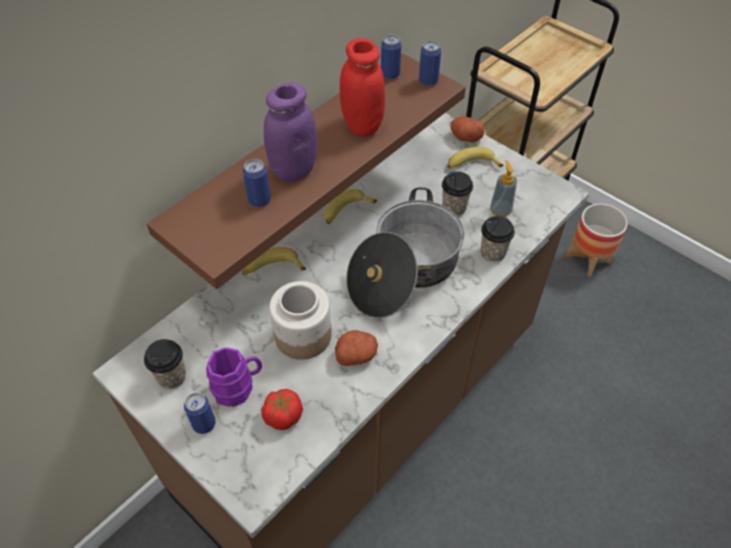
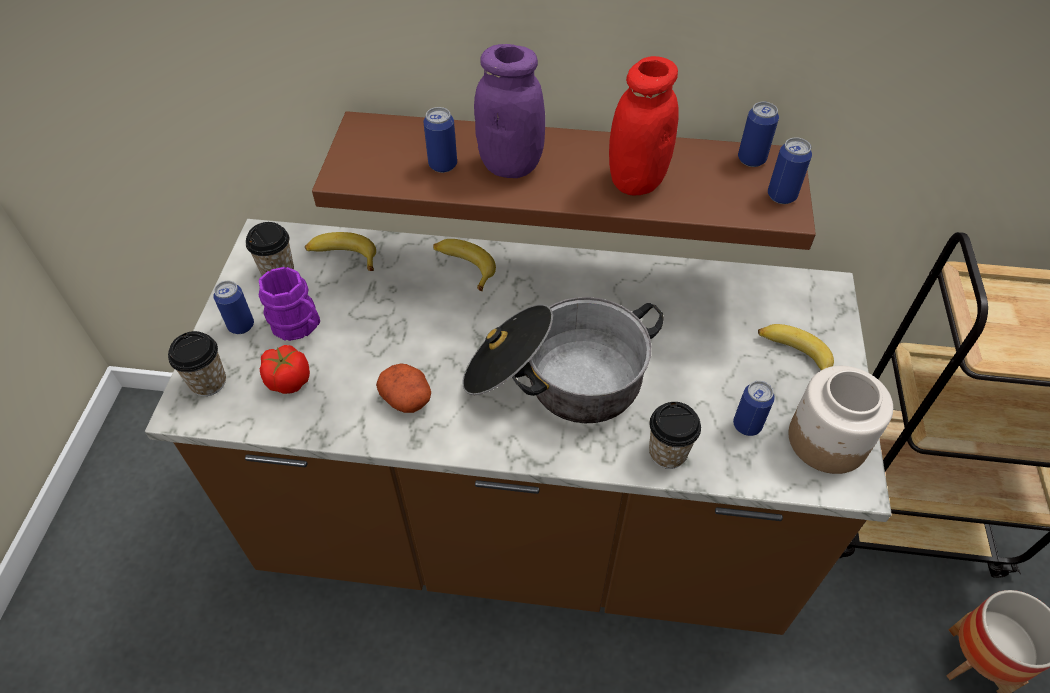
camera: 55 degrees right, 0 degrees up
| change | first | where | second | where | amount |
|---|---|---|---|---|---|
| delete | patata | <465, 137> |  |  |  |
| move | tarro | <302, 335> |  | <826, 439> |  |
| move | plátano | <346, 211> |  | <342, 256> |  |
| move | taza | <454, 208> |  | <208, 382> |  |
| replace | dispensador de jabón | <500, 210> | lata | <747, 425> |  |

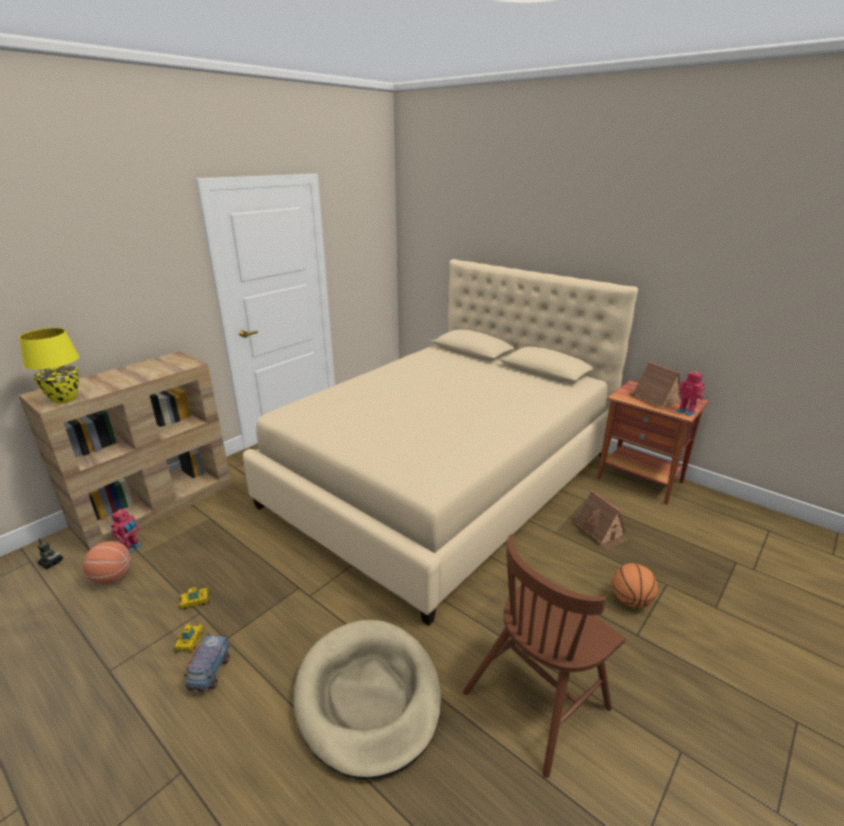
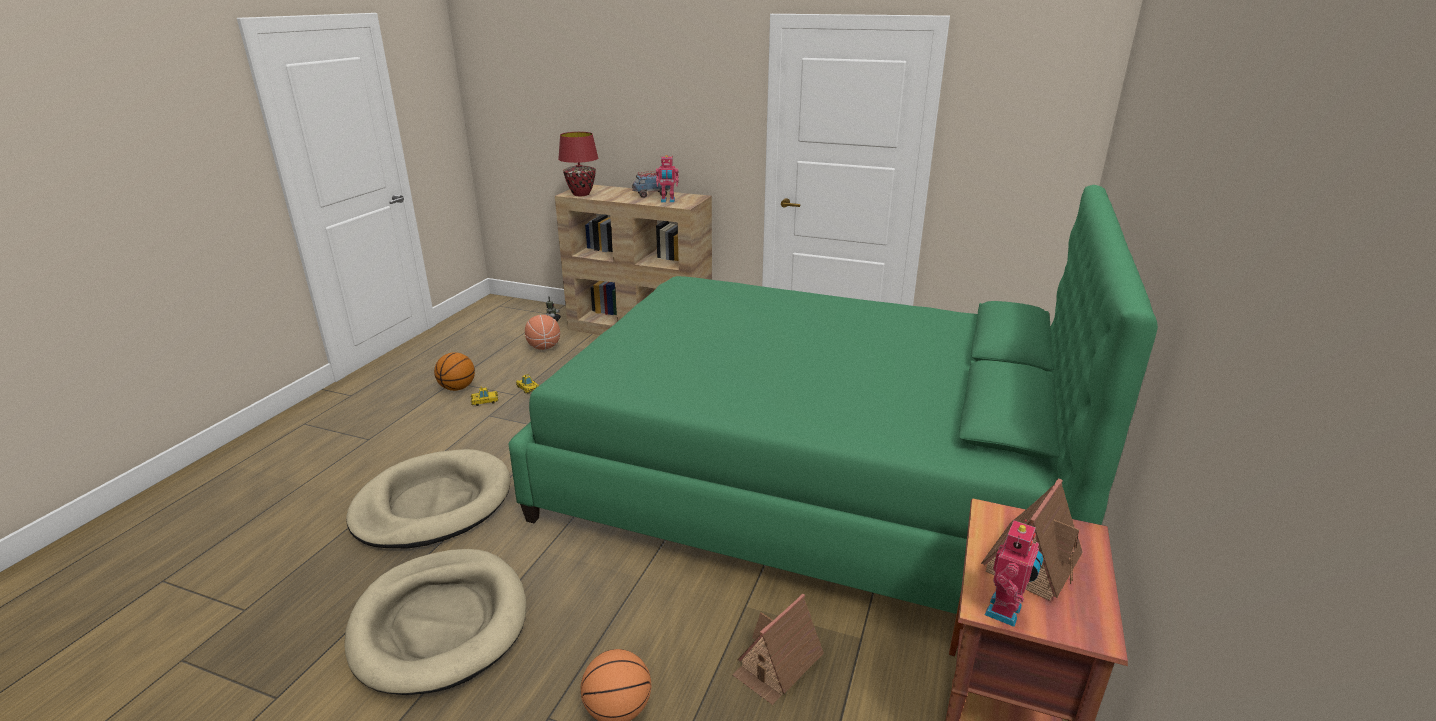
camera: 70 degrees right, 0 degrees up
| change | first | where | second | where | amount |
|---|---|---|---|---|---|
| insert |  |  | balón de baloncesto | <458, 388> |  |
| move | robot de juguete | <131, 548> |  | <668, 201> |  |
| move | camión de juguete | <210, 673> |  | <652, 195> |  |
| replace | silla/marrón | <541, 694> | cama para perro/beis | <440, 623> |  |
| recolor | lámpara de mesa/amarillo | <65, 399> | lámpara de mesa/rojo | <581, 194> |  |
| recolor | cama/beis | <445, 479> | cama/verde | <808, 478> |  |

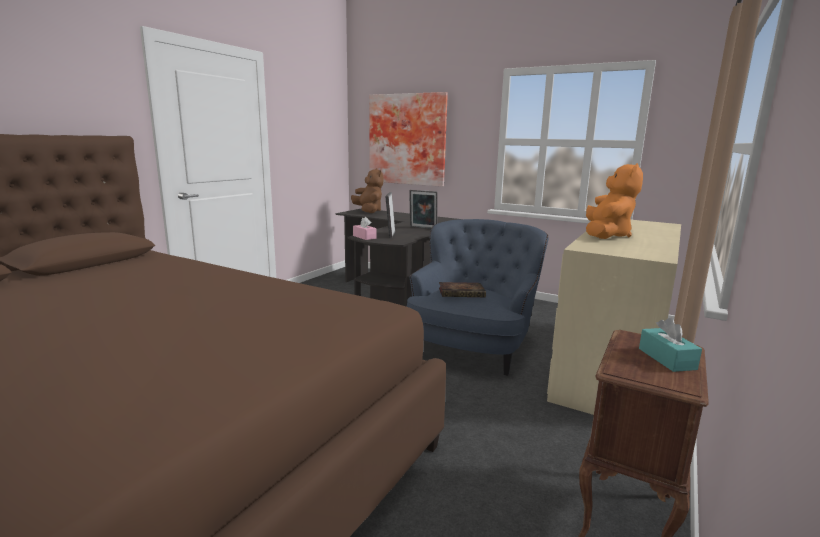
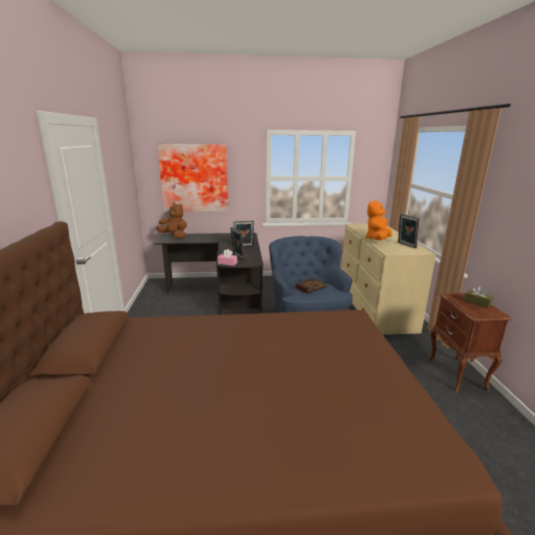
camera: 35 degrees left, 5 degrees up
| change | first | where | second | where | amount |
|---|---|---|---|---|---|
| insert |  |  | portarretratos | <405, 245> |  |
| recolor | caja de pañuelos/turquesa | <667, 359> | caja de pañuelos/marrón | <477, 303> |  |
| rotate | peluche/naranja | <606, 235> |  | <377, 239> | 135 degrees counterclockwise |

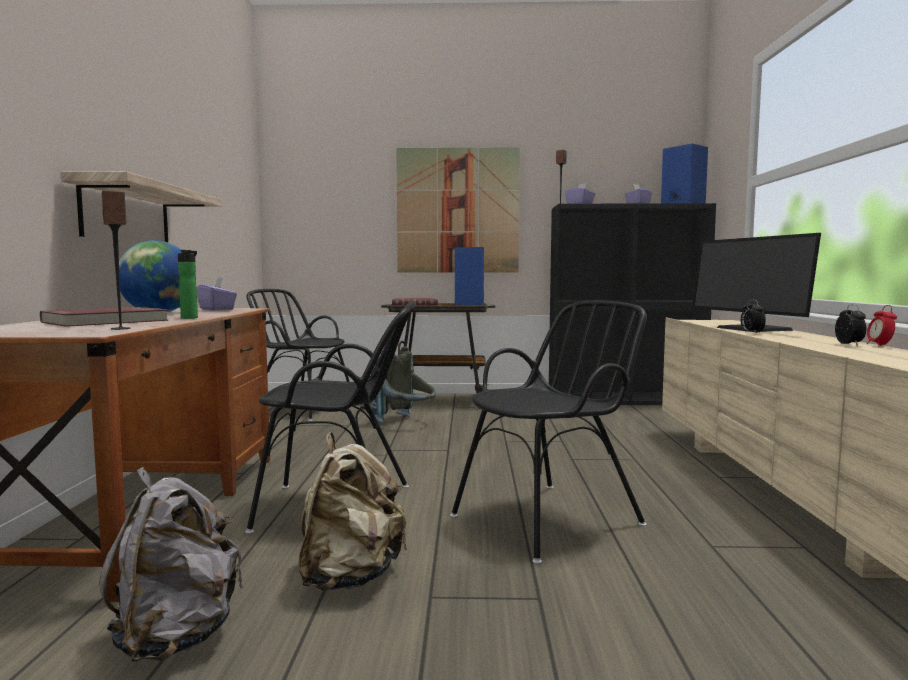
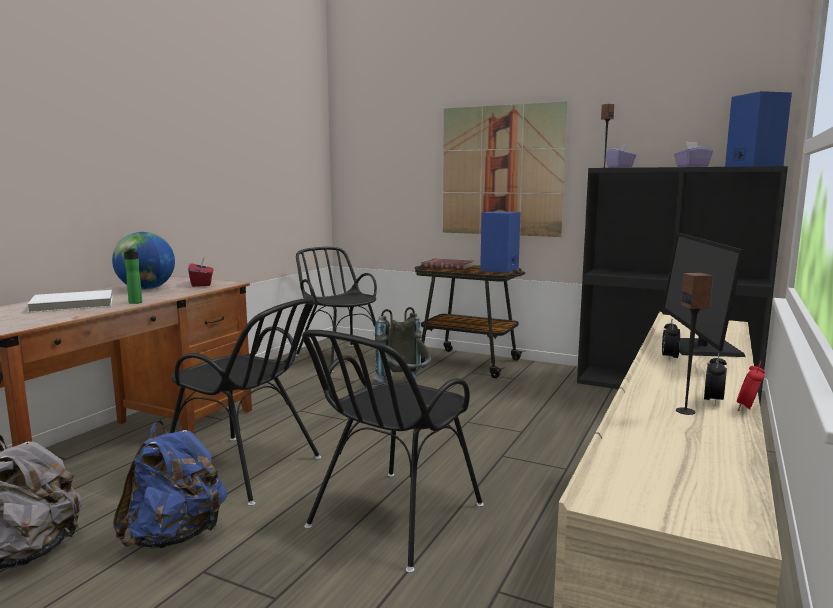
camera: 25 degrees right, 5 degrees up
| change | first | where | second | where | amount |
|---|---|---|---|---|---|
| delete | estante | <127, 214> |  |  |  |
| move | altavoz | <121, 328> |  | <685, 411> |  |
| recolor | libro/rojo | <106, 321> | libro/blanco | <72, 305> |  |
| recolor | caja de pañuelos/morado | <217, 309> | caja de pañuelos/rojo | <202, 284> |  |
| recolor | mochila/beis | <350, 576> | mochila/azul | <175, 536> |  |
| rotate | silla/negro | <551, 517> |  | <393, 519> | 135 degrees clockwise |

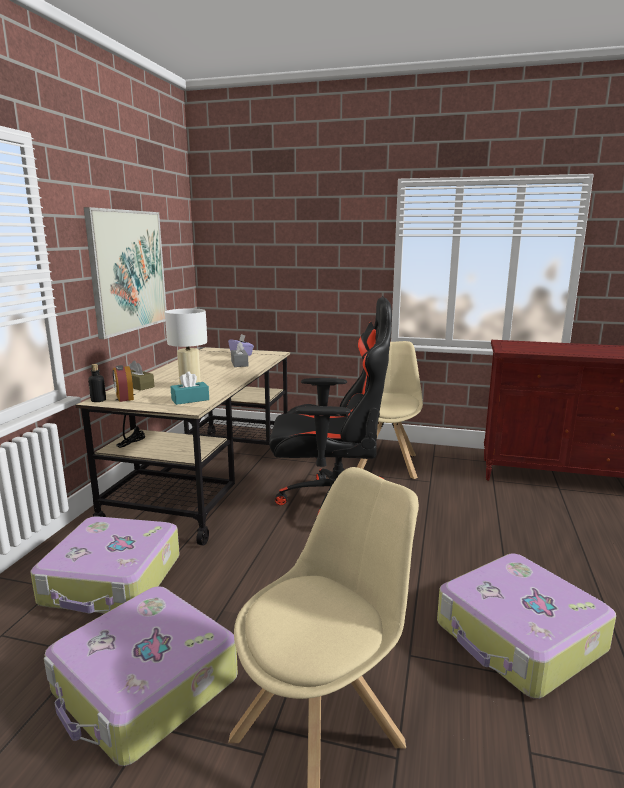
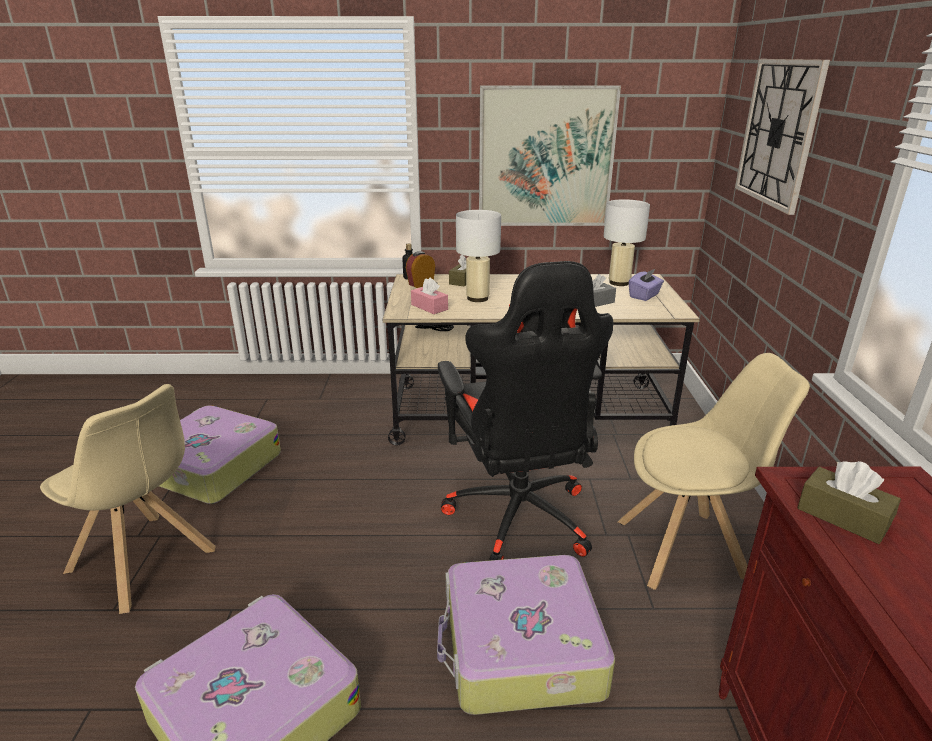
camera: 75 degrees right, 10 degrees up
| change | first | where | second | where | amount |
|---|---|---|---|---|---|
| insert |  |  | lámpara de mesa/blanco | <619, 283> |  |
| insert |  |  | reloj de pared | <778, 133> |  |
| insert |  |  | caja de pañuelos/marrón | <843, 516> |  |
| move | maleta | <113, 580> |  | <520, 648> |  |
| recolor | caja de pañuelos/turquesa | <190, 400> | caja de pañuelos/rosa | <429, 307> |  |

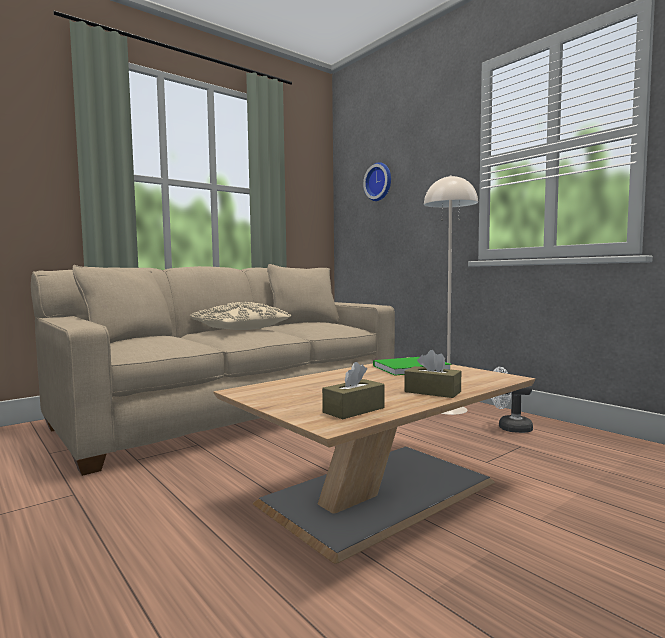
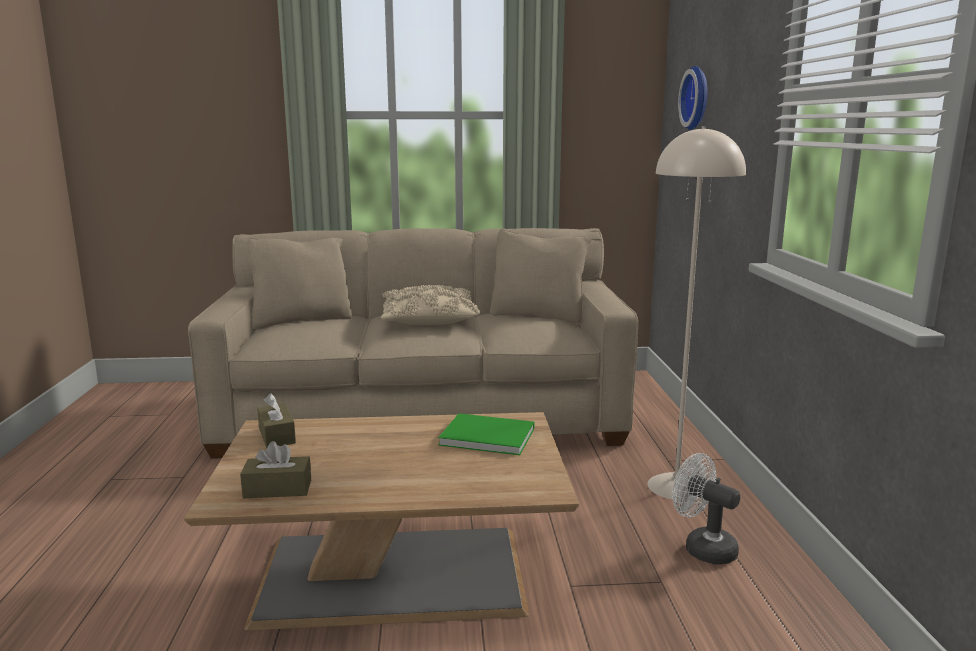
camera: 35 degrees right, 10 degrees up
| change | first | where | second | where | amount |
|---|---|---|---|---|---|
| move | caja de pañuelos/marrón | <432, 392> |  | <277, 436> |  |

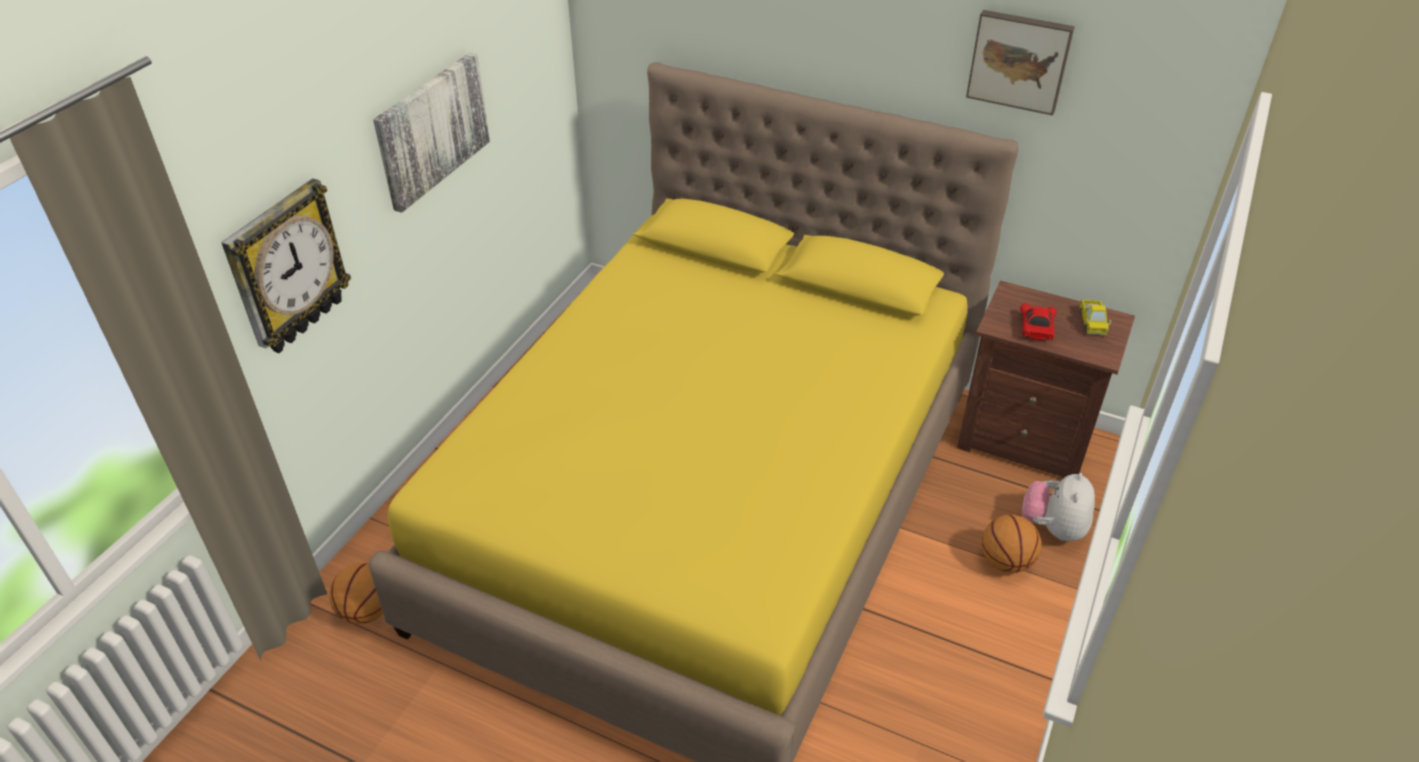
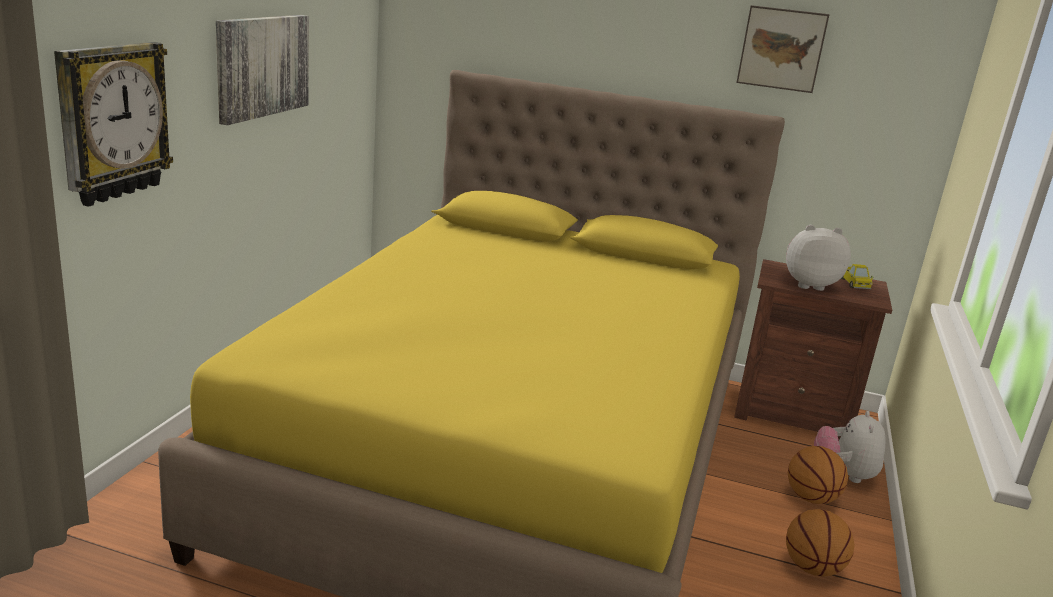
camera: 10 degrees left, 20 degrees down
| change | first | where | second | where | amount |
|---|---|---|---|---|---|
| move | balón de baloncesto | <367, 611> |  | <813, 569> |  |
| replace | coche de juguete/rojo | <1036, 329> | peluche | <808, 284> |  |

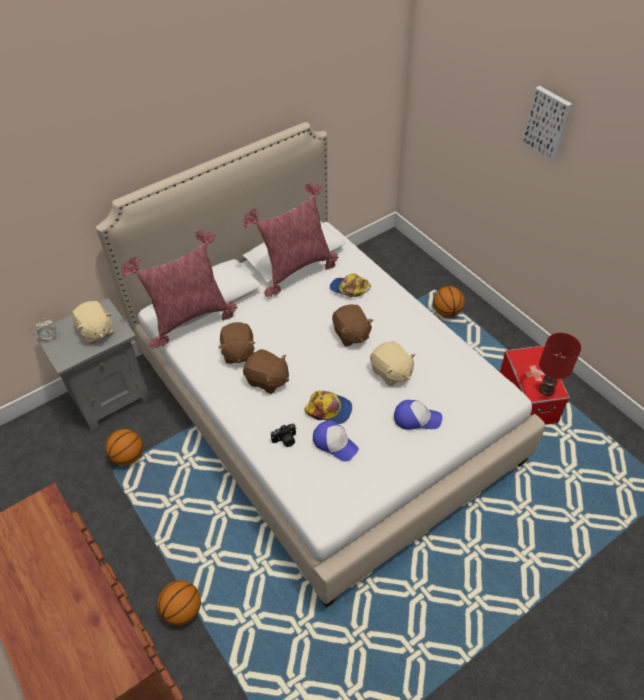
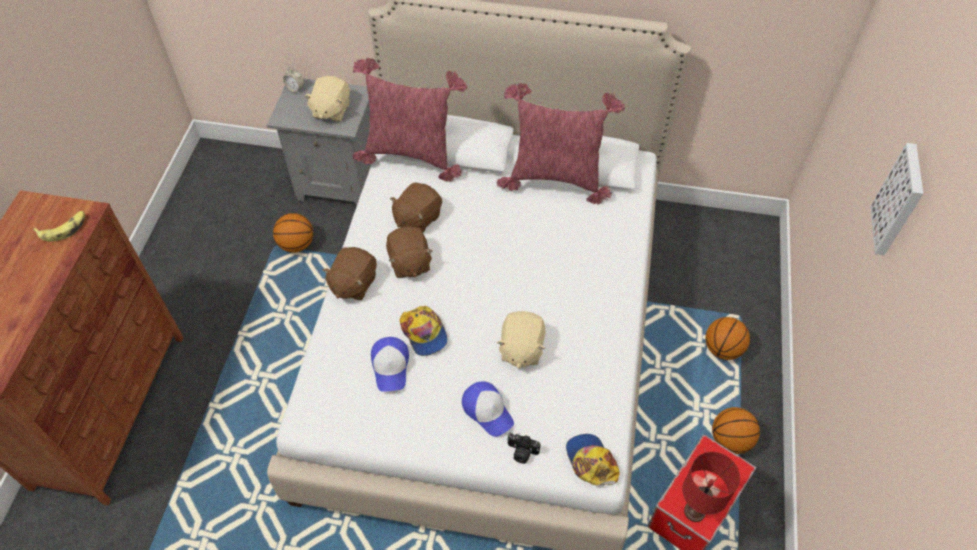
camera: 45 degrees right, 5 degrees up
| change | first | where | second | where | amount |
|---|---|---|---|---|---|
| insert |  |  | plátano | <64, 229> |  |
| move | balón de baloncesto | <183, 610> |  | <730, 440> |  |
| move | cámara | <285, 440> |  | <521, 452> |  |
| move | gorra | <349, 289> |  | <591, 462> |  |
| move | peluche/marrón | <351, 334> |  | <353, 283> |  |

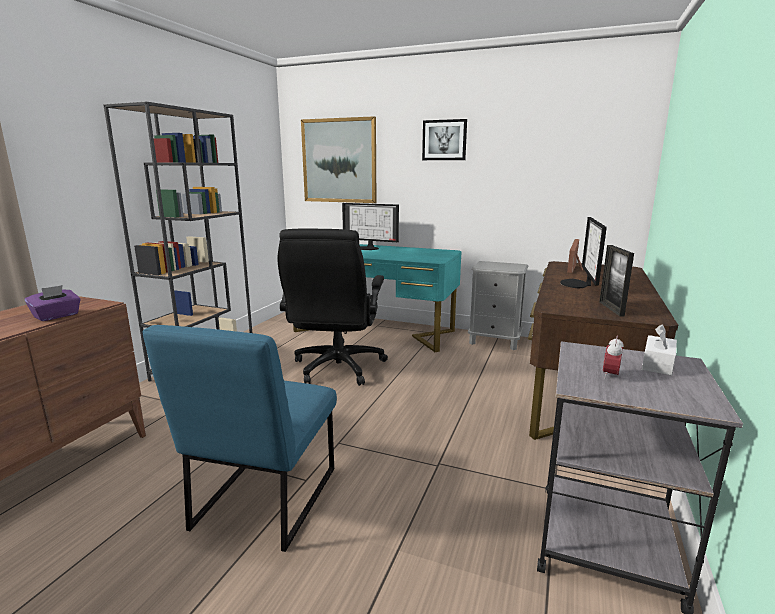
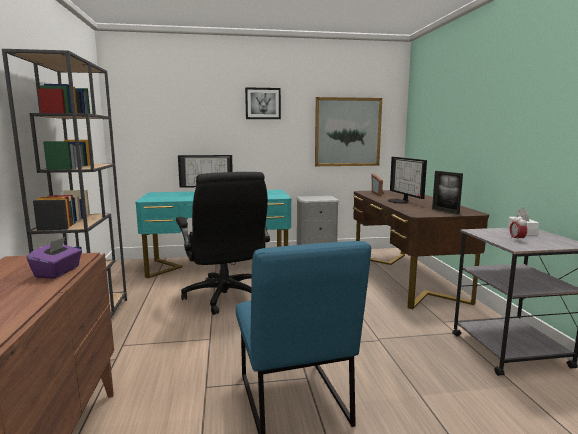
camera: 30 degrees left, 5 degrees down
| change | first | where | second | where | amount |
|---|---|---|---|---|---|
| move | cuadro | <339, 161> |  | <347, 132> |  |

